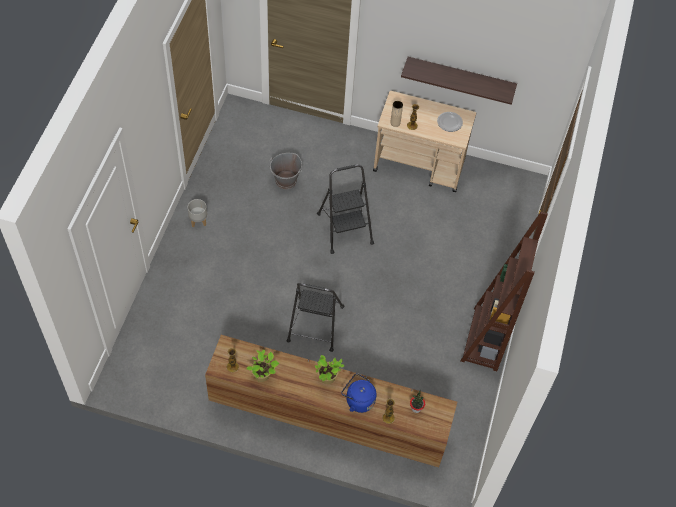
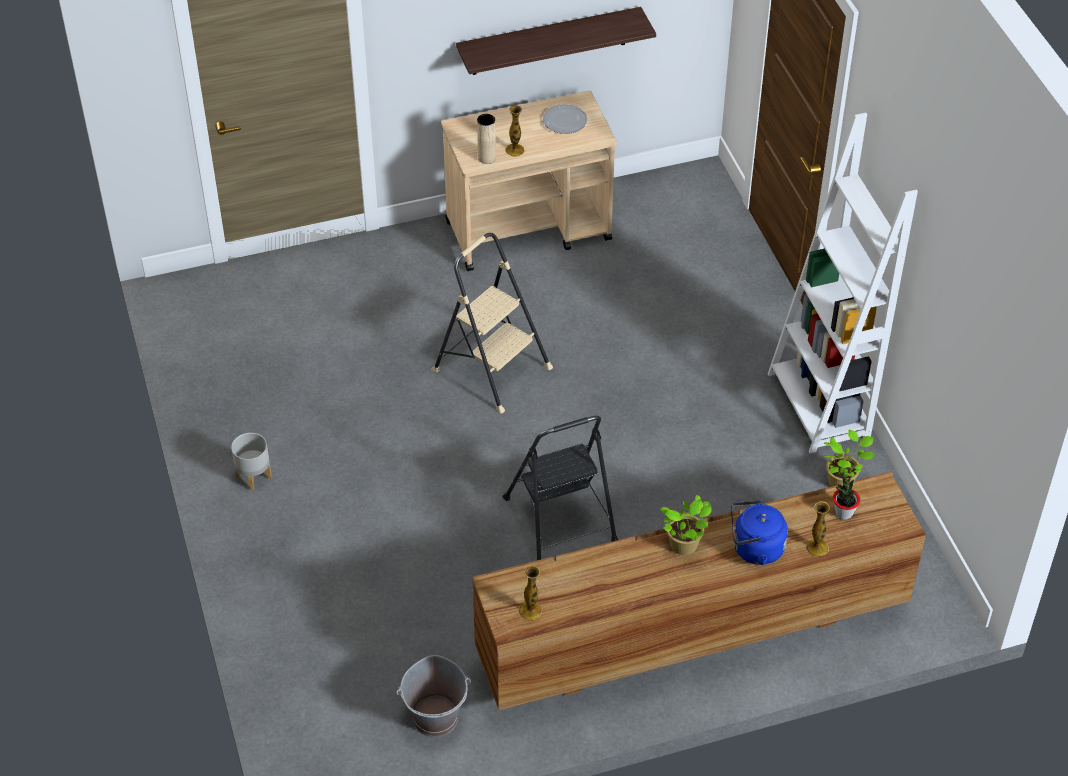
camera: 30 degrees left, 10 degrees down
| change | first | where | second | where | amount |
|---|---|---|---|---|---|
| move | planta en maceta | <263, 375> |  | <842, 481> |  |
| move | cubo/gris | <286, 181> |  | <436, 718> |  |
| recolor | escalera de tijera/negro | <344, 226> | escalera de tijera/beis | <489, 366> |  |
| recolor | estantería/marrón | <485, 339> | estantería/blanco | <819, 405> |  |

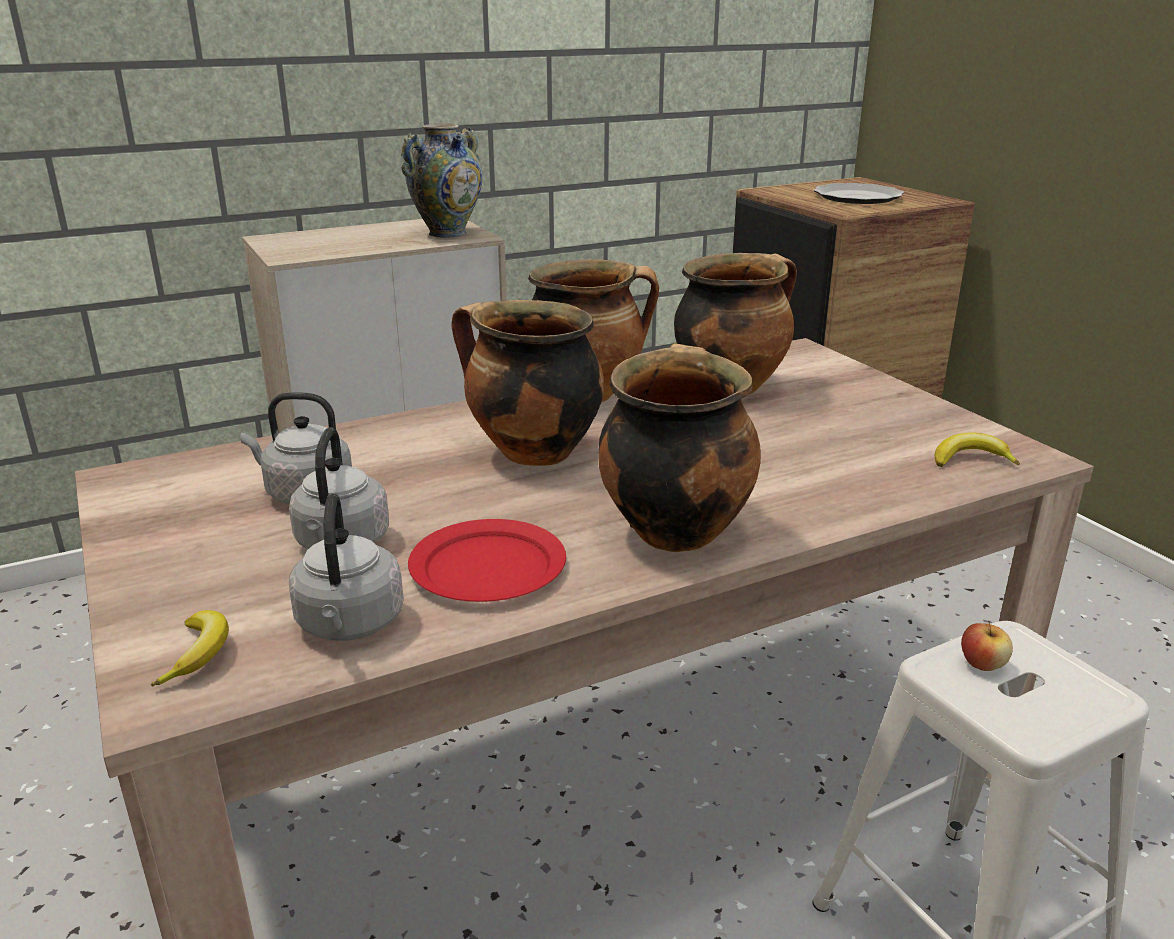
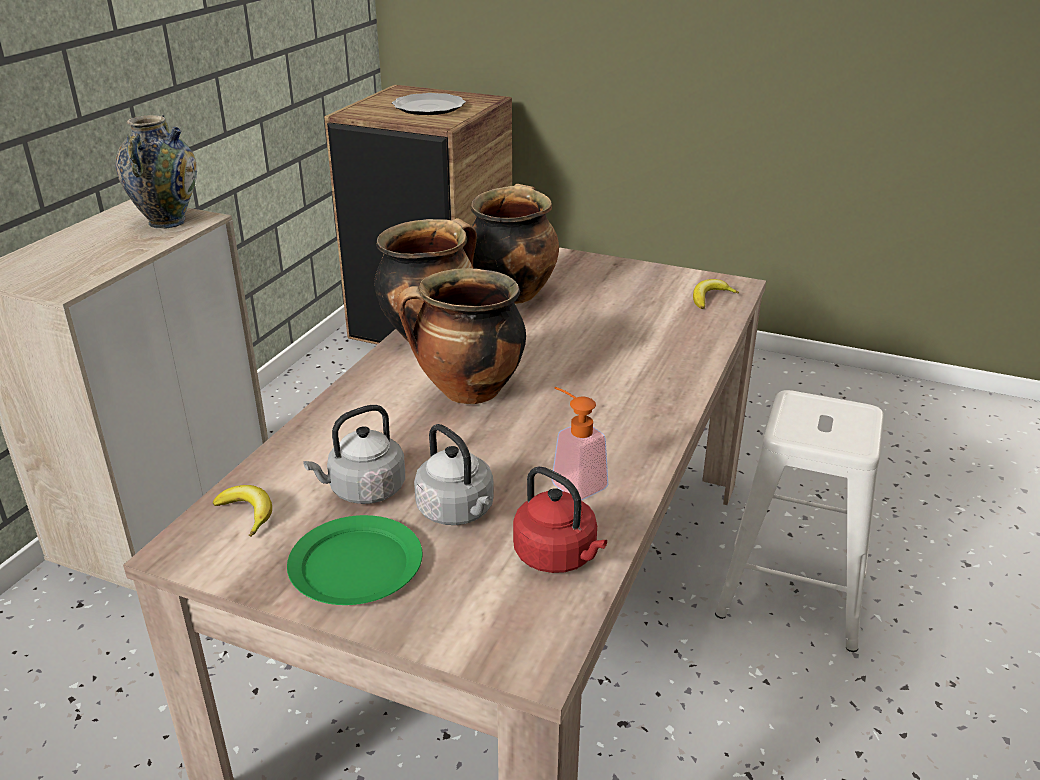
camera: 40 degrees left, 5 degrees up
| change | first | where | second | where | amount |
|---|---|---|---|---|---|
| delete | olla | <674, 529> |  |  |  |
| delete | manzana | <982, 664> |  |  |  |
| insert |  |  | plato/verde | <357, 565> |  |
| move | plátano | <199, 654> |  | <247, 513> |  |
| replace | plato/rojo | <486, 567> | dispensador de jabón | <573, 481> |  |
| recolor | hervidor/gris | <350, 625> | hervidor/rojo | <558, 557> |  |

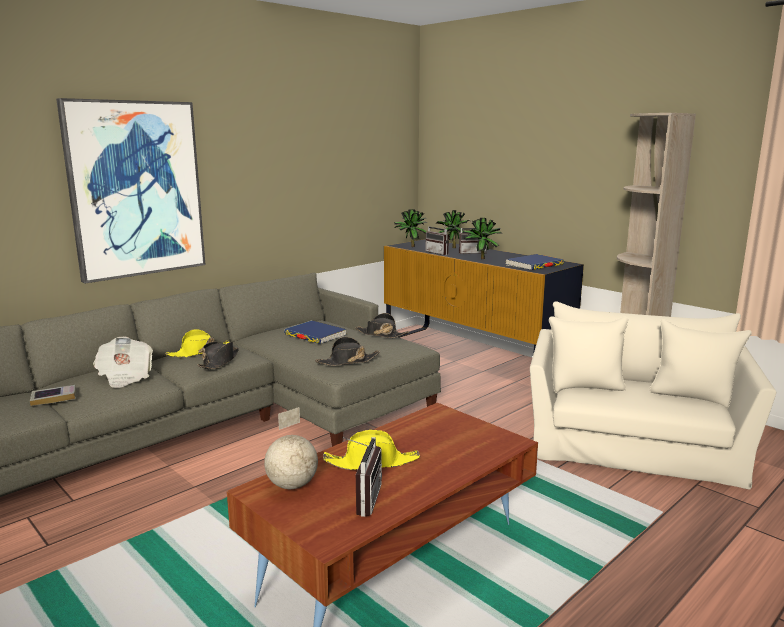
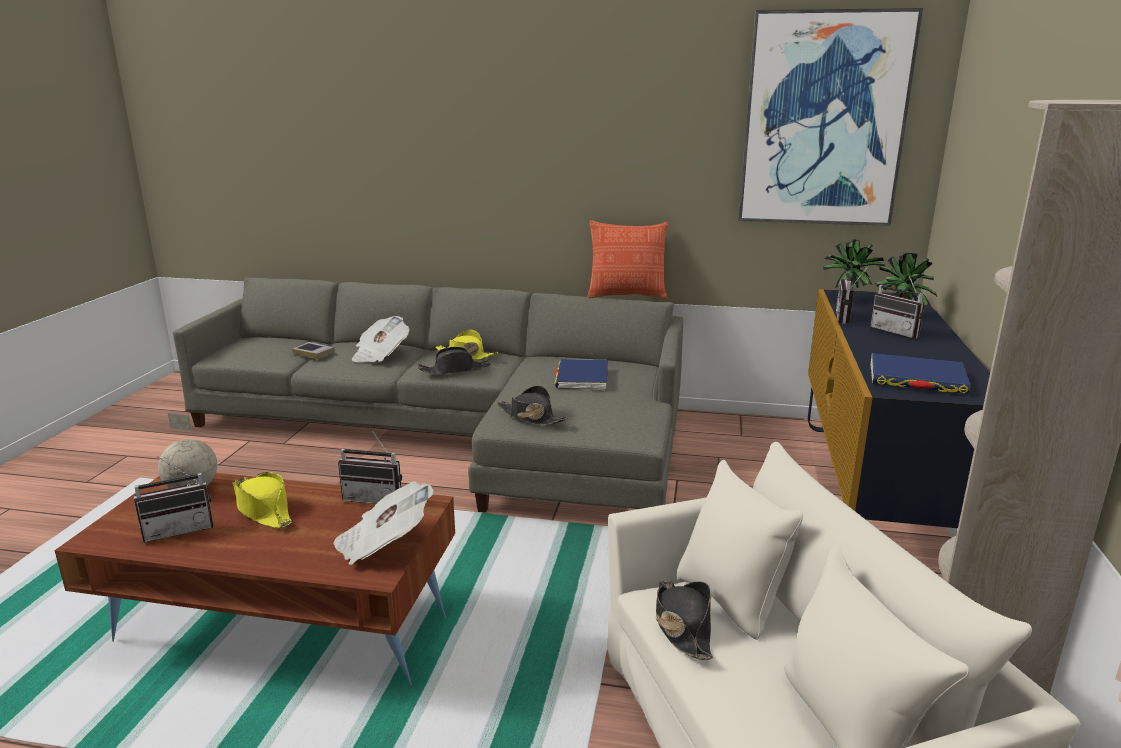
camera: 55 degrees right, 5 degrees up
| change | first | where | second | where | amount |
|---|---|---|---|---|---|
| delete | planta en maceta | <480, 258> |  |  |  |
| insert |  |  | periódico | <384, 544> |  |
| insert |  |  | radio | <376, 498> |  |
| insert |  |  | cojín/naranja | <627, 296> |  |
| move | cuadro | <135, 189> |  | <823, 120> |  |
| move | sombrero/negro | <381, 334> |  | <682, 625> |  |

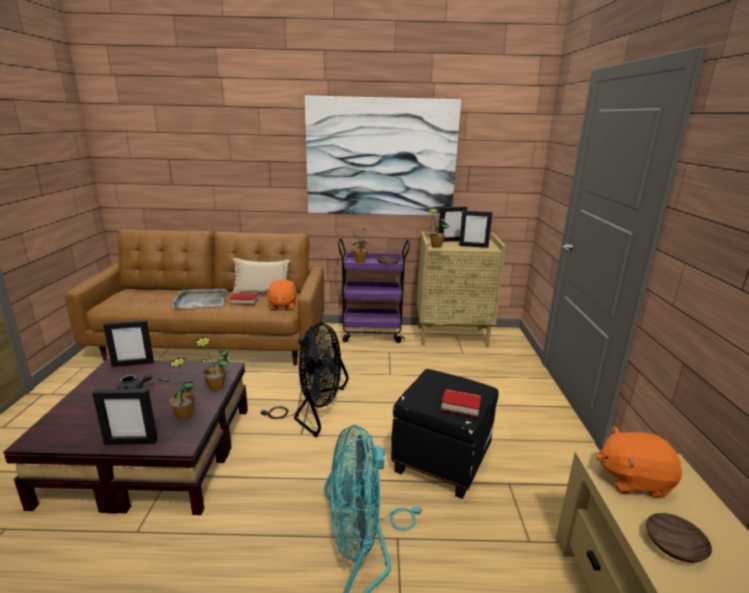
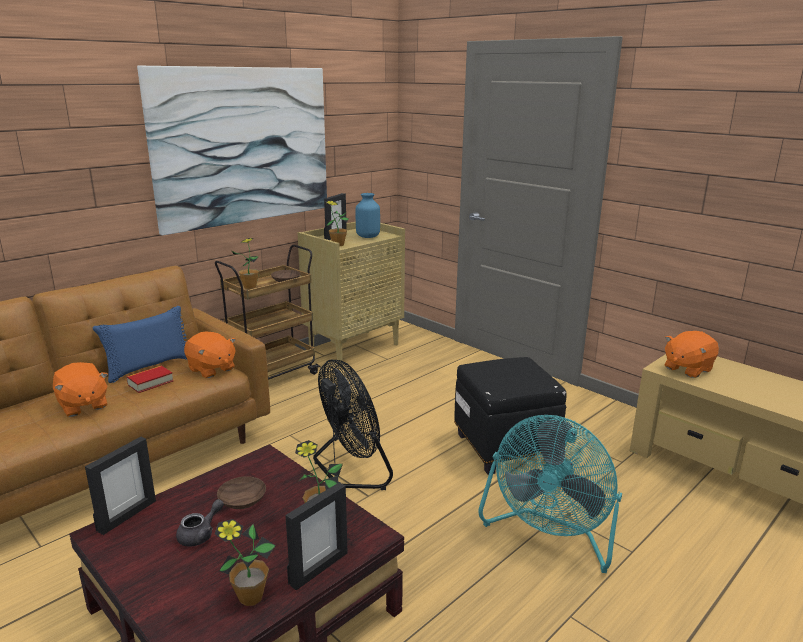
camera: 45 degrees left, 0 degrees up
| change | first | where | second | where | amount |
|---|---|---|---|---|---|
| delete | libro | <460, 406> |  |  |  |
| move | planta en maceta | <216, 387> |  | <250, 597> |  |
| move | cuenco/marrón | <675, 546> |  | <243, 500> |  |
| replace | bandeja/gris | <201, 301> | peluche/naranja | <83, 405> |  |
| replace | portarretratos | <473, 246> | florero/azul | <368, 236> |  |
| recolor | cojín/beis | <261, 294> | cojín/azul | <149, 367> |  |
| recolor | carrito/morado | <372, 334> | carrito/marrón | <274, 377> |  |

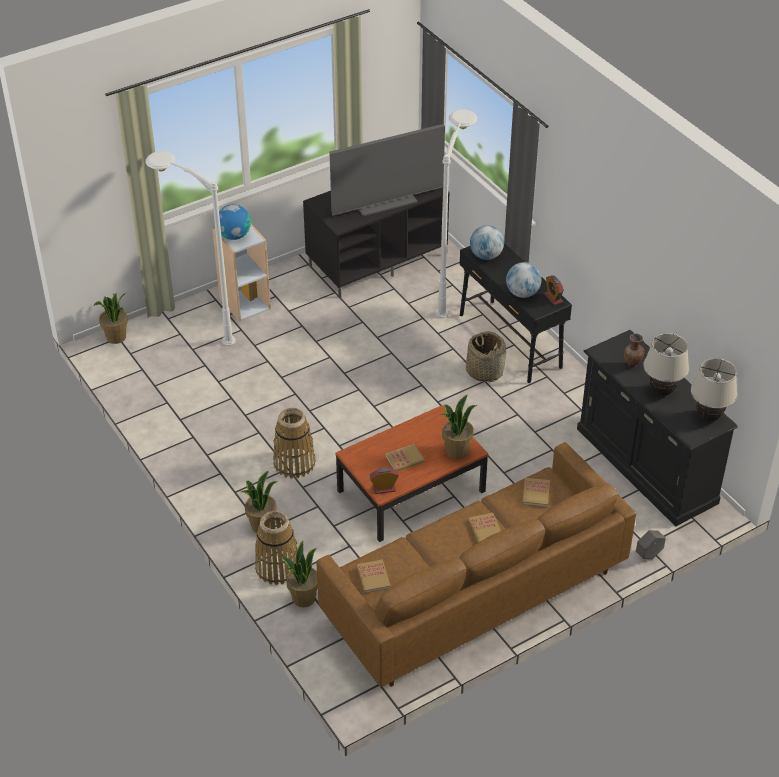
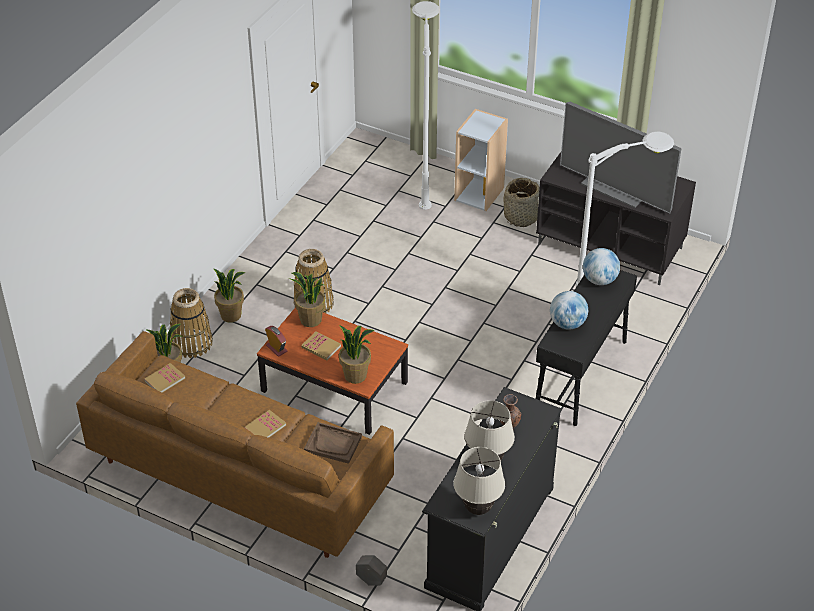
camera: 60 degrees right, 0 degrees up
| change | first | where | second | where | amount |
|---|---|---|---|---|---|
| delete | globo terráqueo | <234, 235> |  |  |  |
| delete | despertador | <553, 298> |  |  |  |
| move | planta en maceta | <116, 337> |  | <310, 320> |  |
| move | cesta | <484, 371> |  | <521, 216> |  |
| replace | libro | <536, 493> | bandeja/marrón | <333, 444> |  |

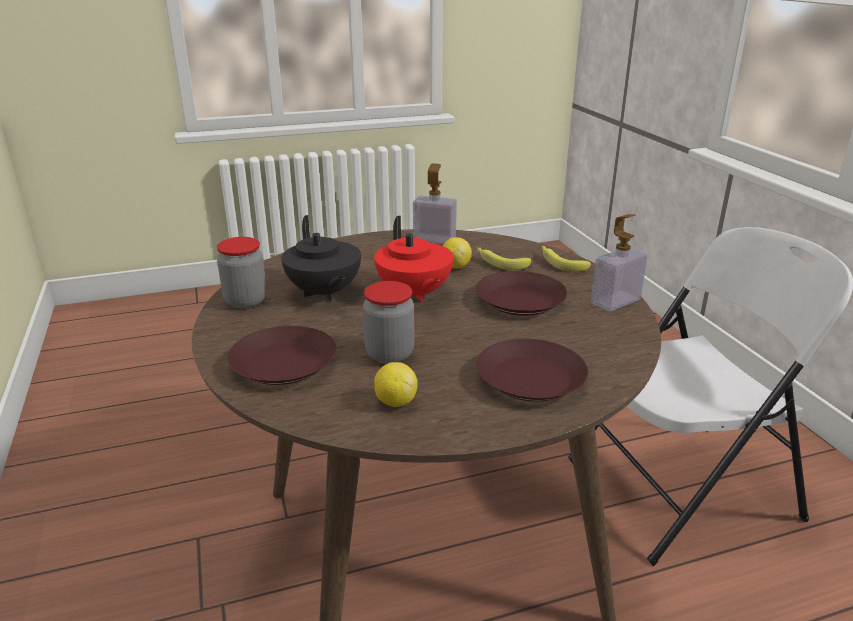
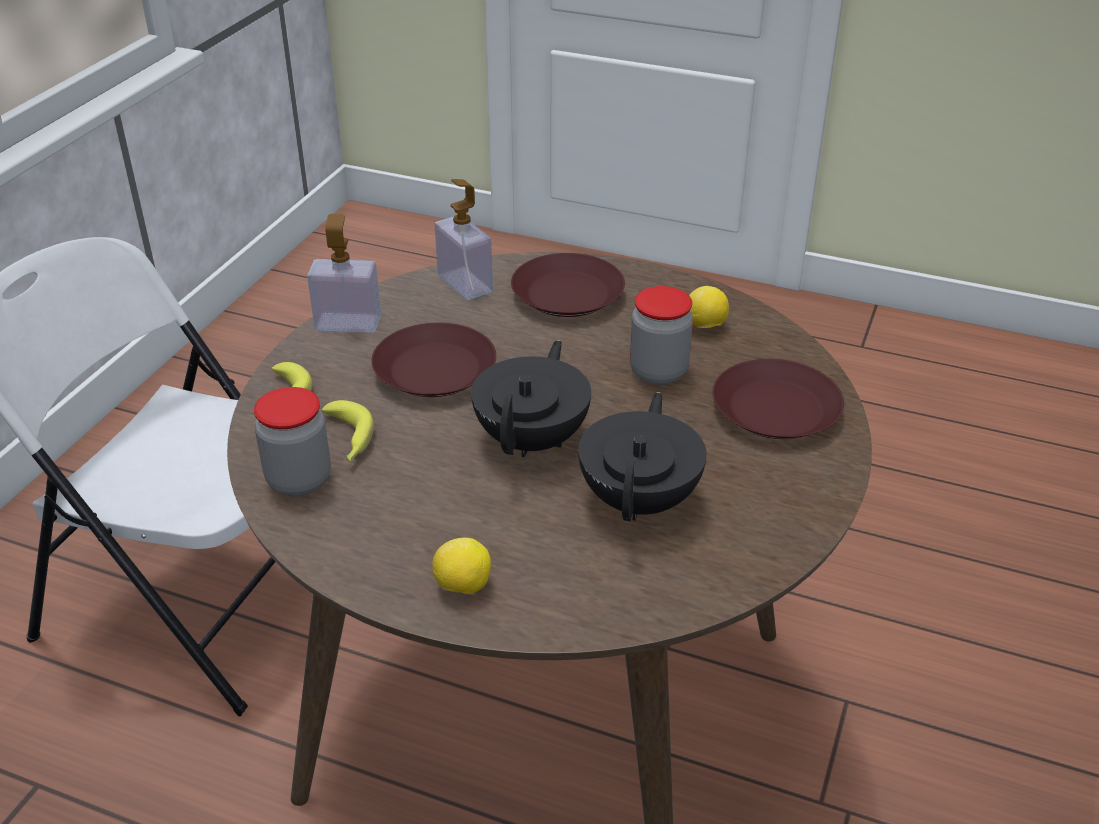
camera: 140 degrees left, 10 degrees up
| change | first | where | second | where | amount |
|---|---|---|---|---|---|
| move | tarro | <245, 301> |  | <299, 480> |  |
| move | dispensador de jabón | <434, 239> |  | <465, 284> |  |
| move | limón | <455, 266> |  | <463, 587> |  |
| recolor | tetera/rojo | <414, 294> | tetera/negro | <533, 439> |  |

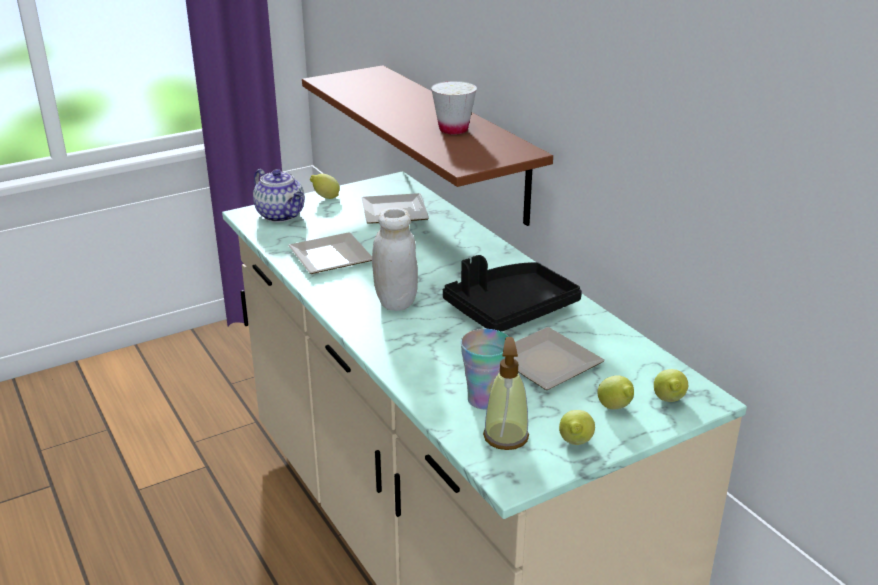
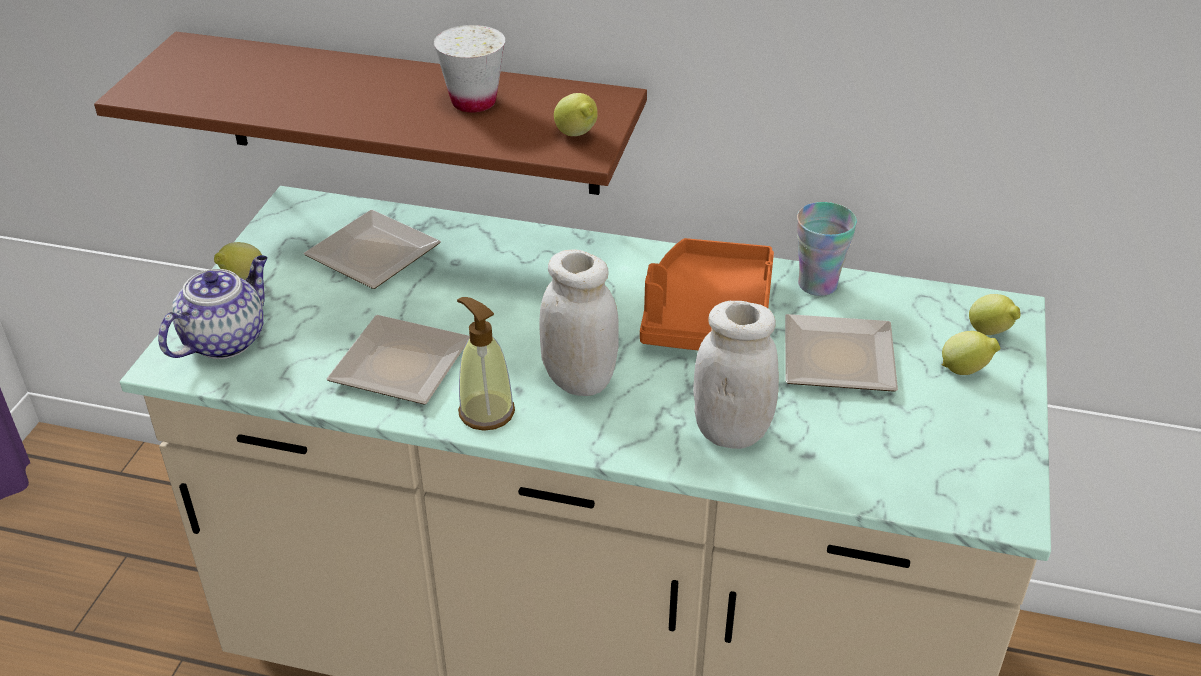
camera: 45 degrees left, 10 degrees up
| change | first | where | second | where | amount |
|---|---|---|---|---|---|
| insert |  |  | tarro/blanco | <731, 432> |  |
| move | taza | <484, 400> |  | <817, 284> |  |
| move | dispensador de jabón | <506, 436> |  | <486, 412> |  |
| move | limón | <575, 444> |  | <577, 136> |  |
| recolor | bandeja/negro | <510, 309> | bandeja/naranja | <707, 315> |  |
| rotate | tetera | <281, 215> |  | <225, 339> | 60 degrees counterclockwise |

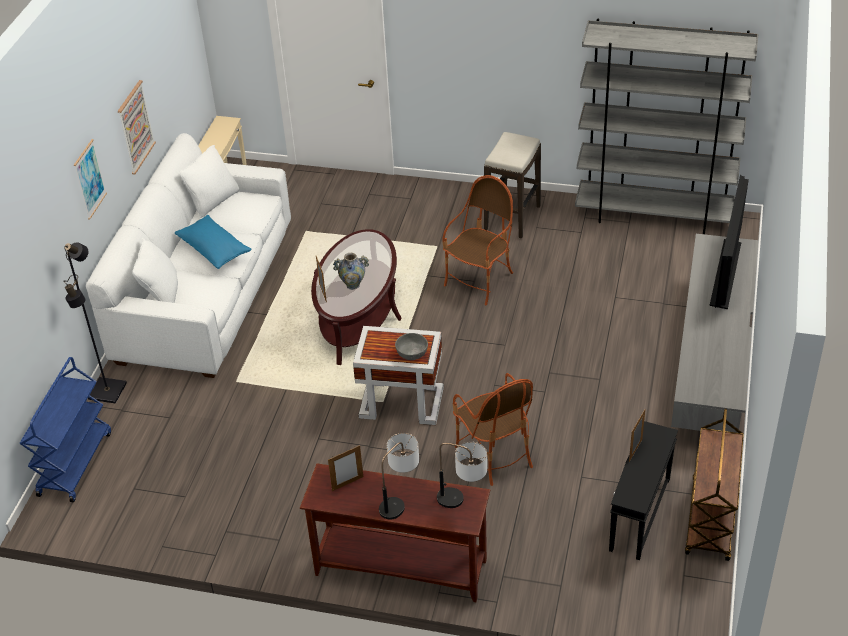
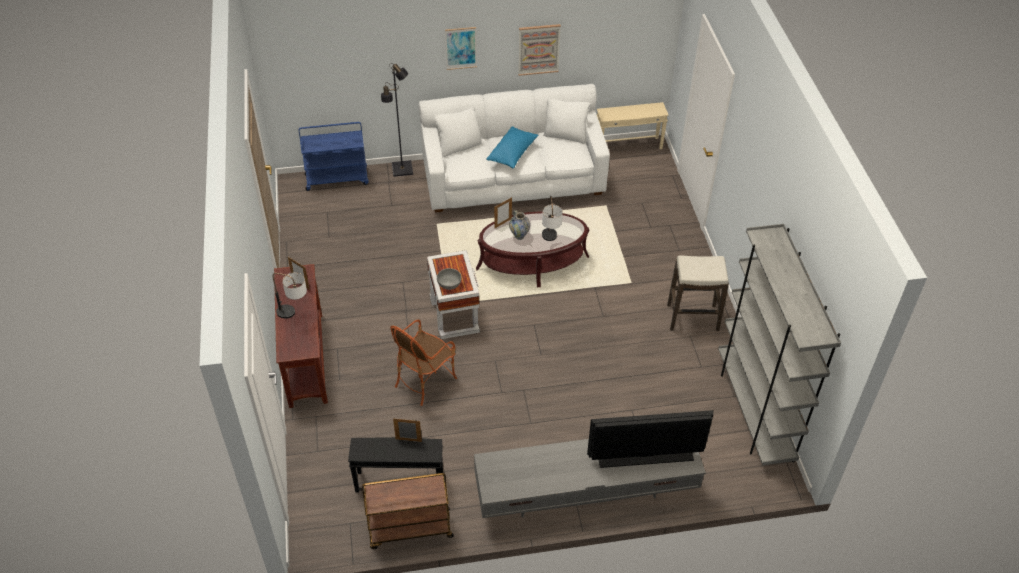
camera: 65 degrees right, 5 degrees up
| change | first | where | second | where | amount |
|---|---|---|---|---|---|
| delete | sillón | <480, 281> |  |  |  |
| move | lámpara de mesa | <463, 501> |  | <550, 241> |  |

